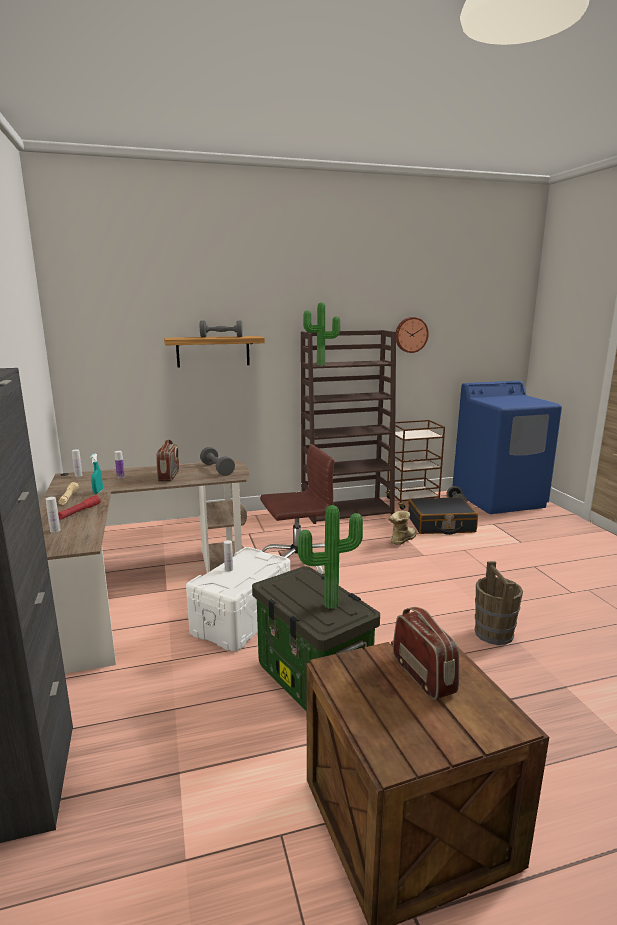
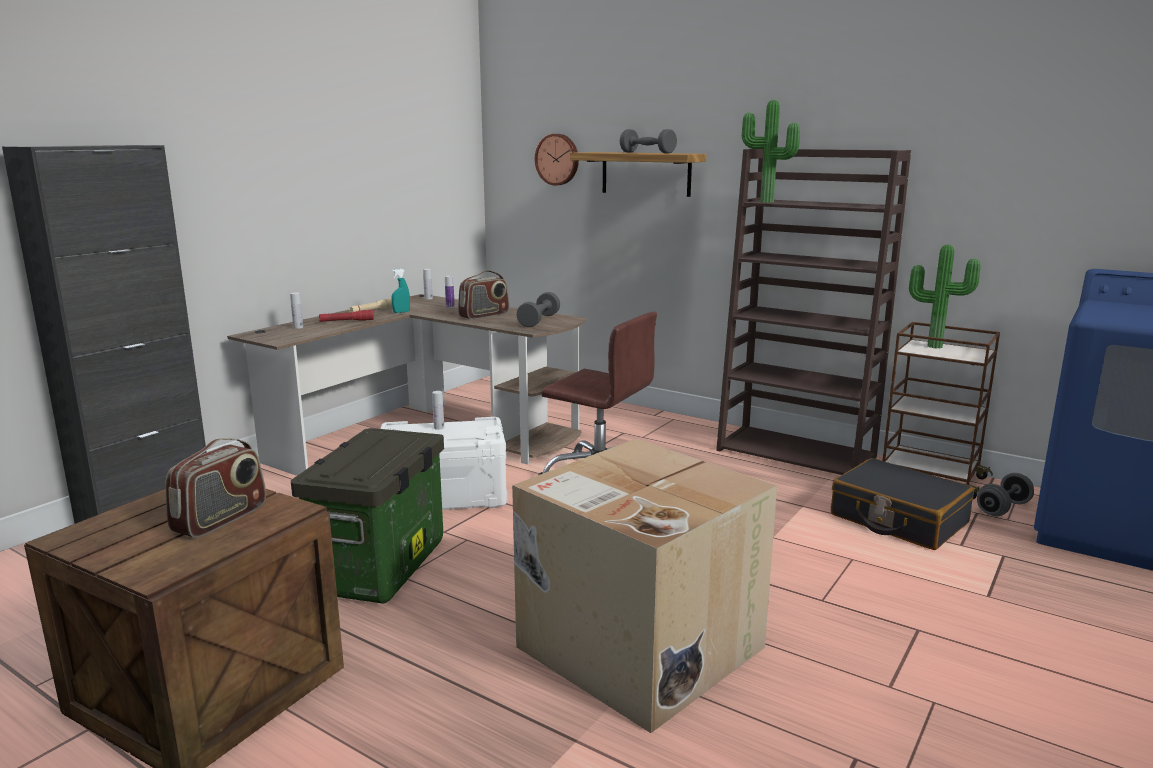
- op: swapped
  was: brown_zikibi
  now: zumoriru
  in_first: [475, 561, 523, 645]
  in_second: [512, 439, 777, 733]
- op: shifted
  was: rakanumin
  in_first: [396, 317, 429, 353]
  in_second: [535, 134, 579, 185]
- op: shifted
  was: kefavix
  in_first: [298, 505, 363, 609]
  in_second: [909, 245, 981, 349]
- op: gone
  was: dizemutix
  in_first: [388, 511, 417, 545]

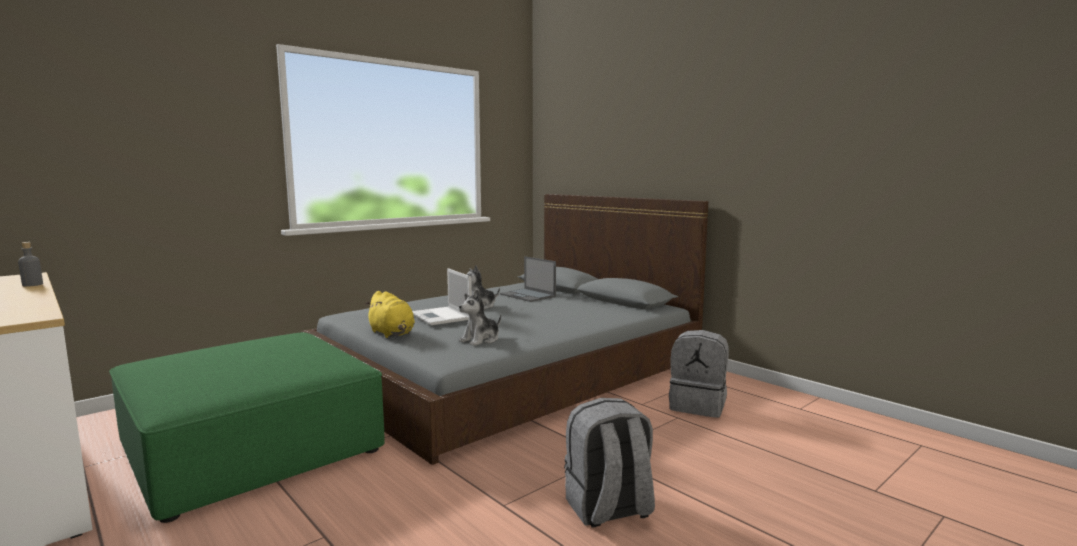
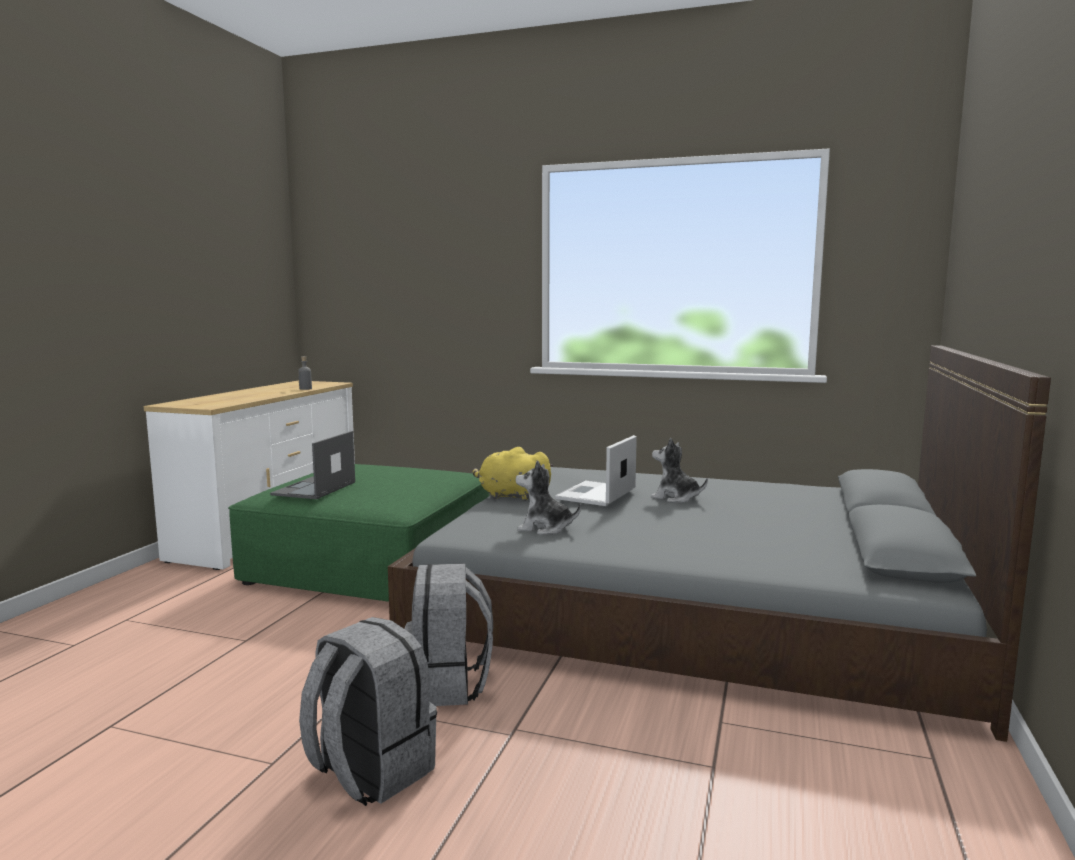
- op: shifted
  was: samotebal
  in_first: [500, 256, 556, 302]
  in_second: [270, 431, 355, 499]
- op: shifted
  was: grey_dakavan
  in_first: [669, 330, 729, 418]
  in_second: [405, 563, 493, 706]
- op: rotated
  was: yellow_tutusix
  in_first: [366, 291, 415, 338]
  in_second: [472, 447, 553, 501]
  clockwise: 90

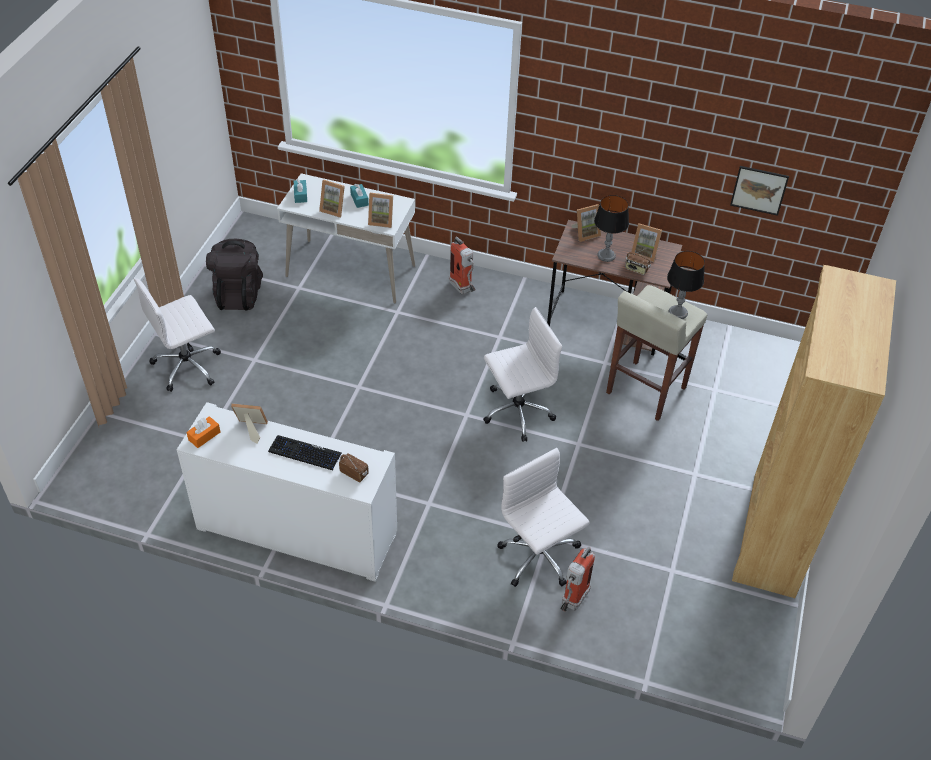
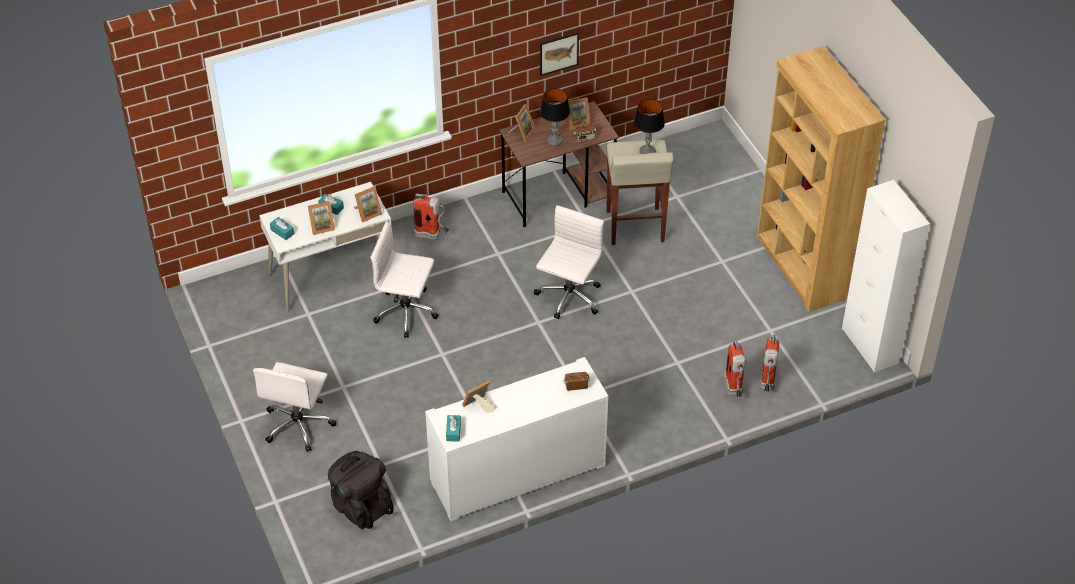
- op: shifted
  was: black_dakavan
  in_first: [206, 239, 263, 310]
  in_second: [328, 451, 394, 529]
- op: shifted
  was: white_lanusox
  in_first: [498, 448, 590, 587]
  in_second: [370, 221, 438, 338]
- op: repainted
  was: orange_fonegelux
  now: turquoise_fonegelux
  in_first: [186, 416, 220, 448]
  in_second: [446, 415, 461, 441]
- op: shifted
  was: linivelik
  in_first: [730, 166, 789, 216]
  in_second: [540, 32, 579, 76]
- op: new
  now: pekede
  in_second: [760, 335, 779, 391]
- op: new
  now: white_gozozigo
  in_second: [842, 180, 930, 372]
- op: gone
  was: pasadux
  in_first: [268, 435, 342, 470]

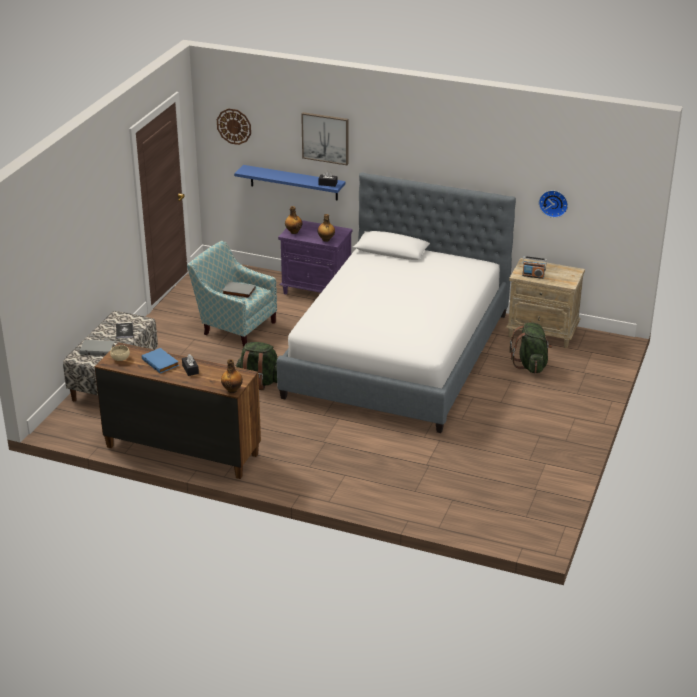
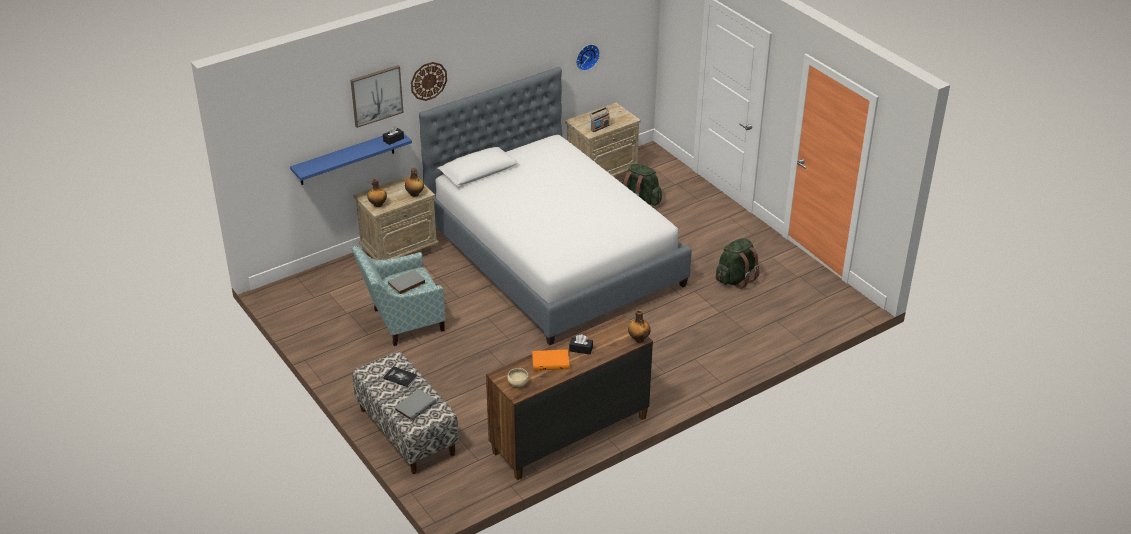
- op: repainted
  was: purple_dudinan
  now: beige_dudinan
  in_first: [278, 220, 352, 294]
  in_second: [353, 175, 439, 260]
- op: shifted
  was: rakanumin
  in_first: [217, 108, 251, 145]
  in_second: [411, 62, 447, 101]
- op: repainted
  was: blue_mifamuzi
  now: orange_mifamuzi
  in_first: [142, 348, 179, 374]
  in_second: [532, 349, 569, 371]
- op: shifted
  was: green_dakavan
  in_first: [235, 342, 277, 390]
  in_second: [716, 238, 760, 289]

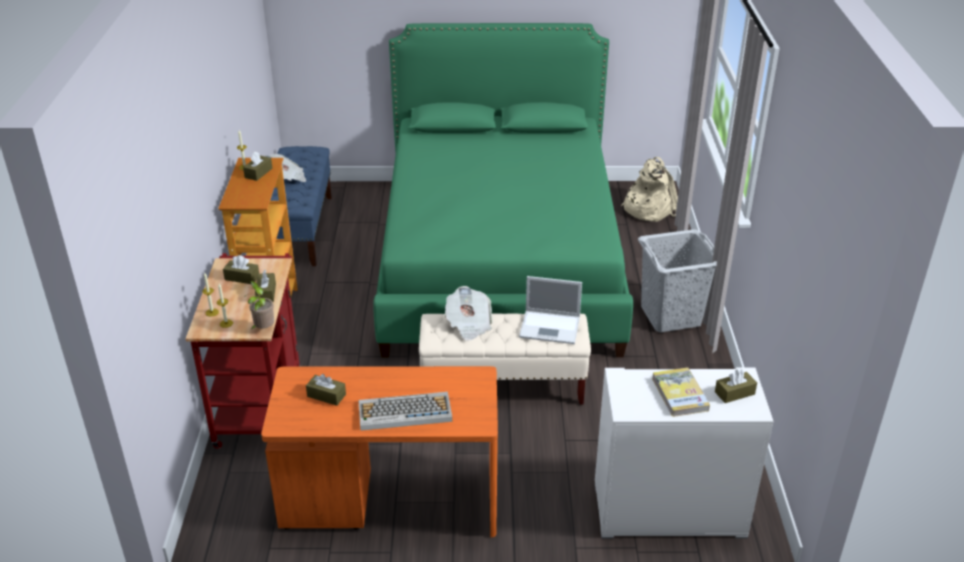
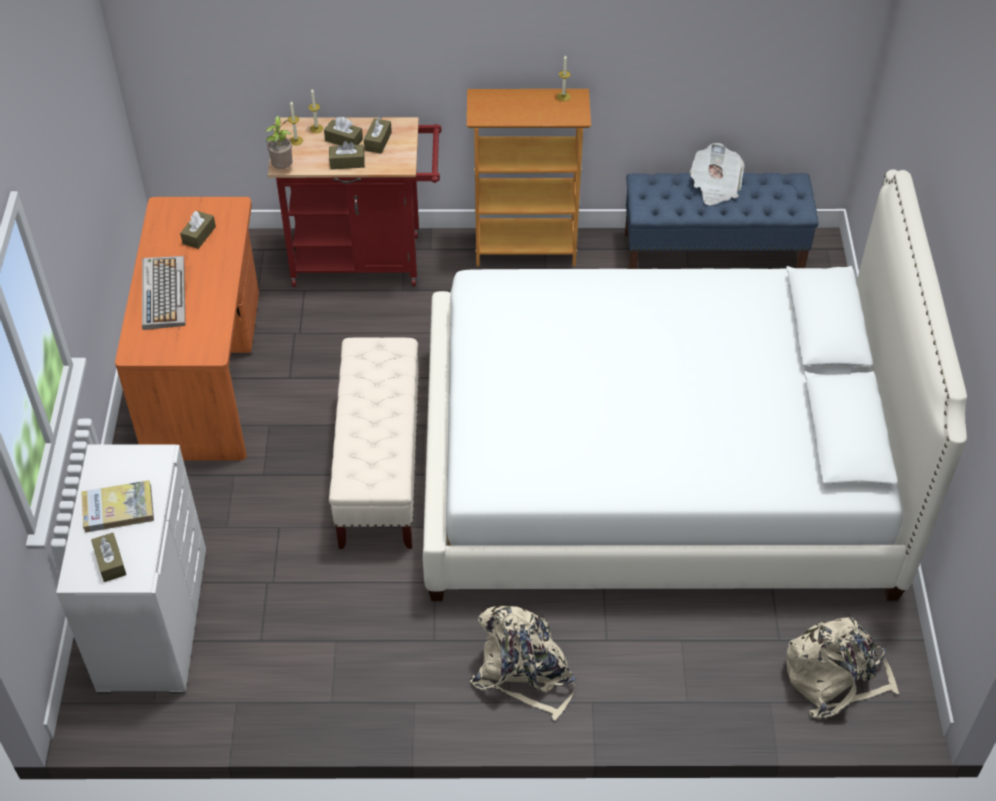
- op: shifted
  was: brown_fonegelux
  in_first: [243, 152, 272, 181]
  in_second: [324, 117, 363, 146]
- op: repainted
  was: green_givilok
  now: white_givilok
  in_first: [373, 23, 633, 358]
  in_second: [423, 169, 967, 601]
- op: swapped
  was: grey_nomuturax
  now: beige_dakavan
  in_first: [638, 229, 717, 333]
  in_second: [470, 605, 576, 721]
- op: gone
  was: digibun
  in_first: [444, 286, 492, 341]
- op: gone
  was: samotebal
  in_first: [519, 276, 582, 344]

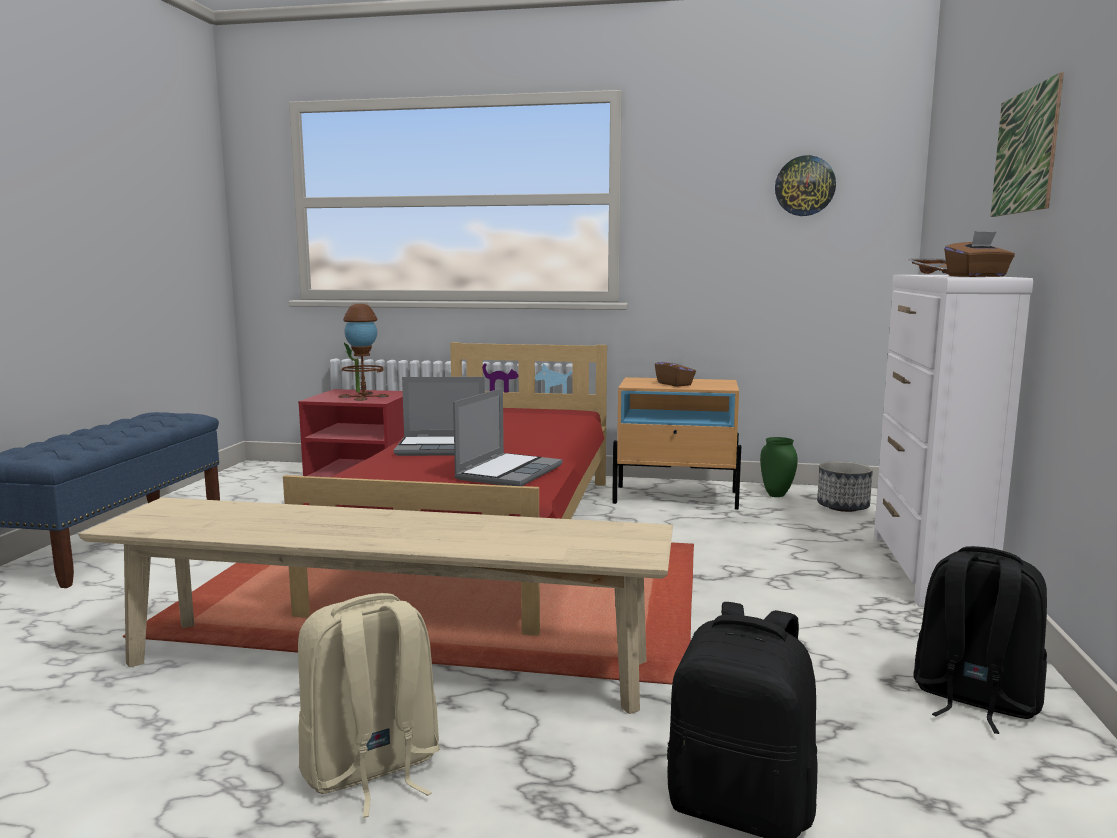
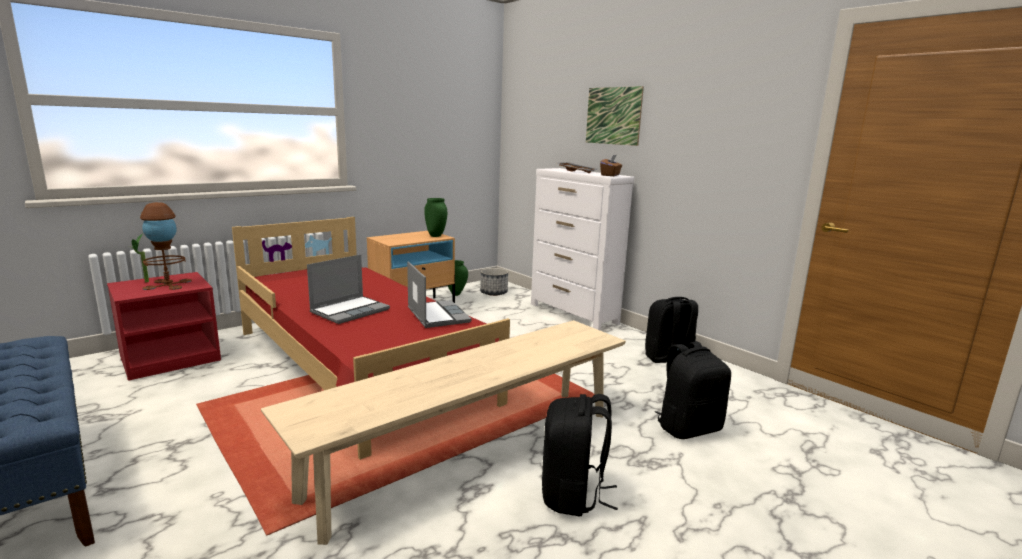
- op: new
  now: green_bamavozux
  in_second: [424, 198, 447, 237]
- op: repainted
  was: beige_dakavan
  now: black_dakavan
  in_first: [298, 593, 440, 818]
  in_second: [542, 394, 618, 516]
- op: gone
  was: brown_fonegelux
  in_first: [655, 354, 696, 387]
- op: gone
  was: rakanumin
  in_first: [775, 155, 836, 216]

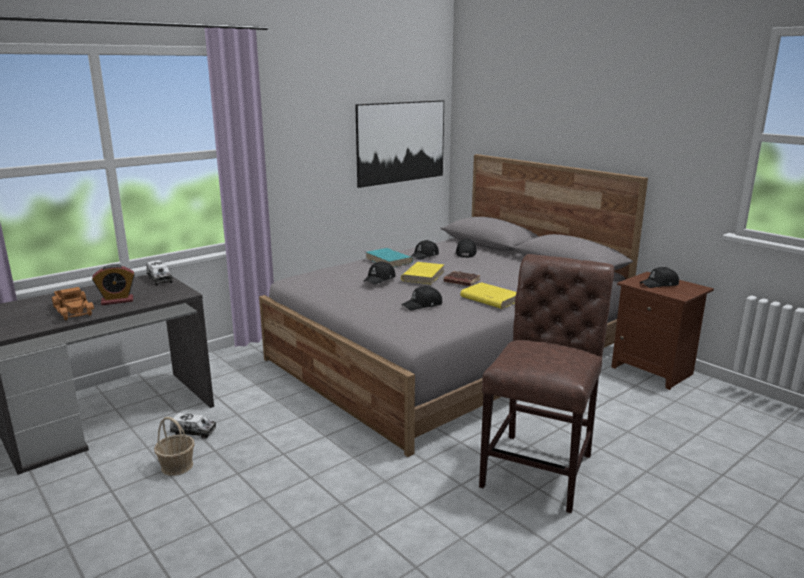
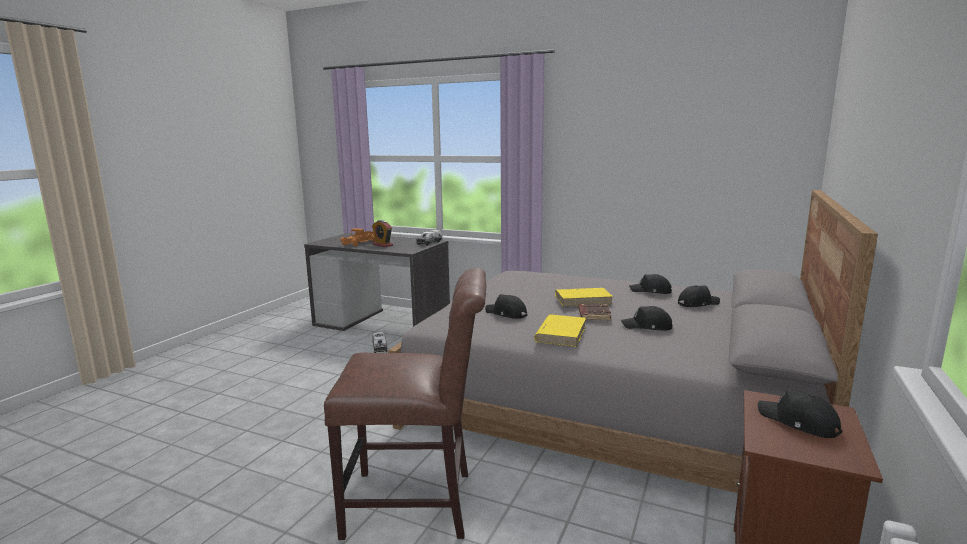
- op: shifted
  was: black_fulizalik
  in_first: [363, 261, 395, 285]
  in_second: [621, 306, 672, 331]
- op: gone
  was: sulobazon
  in_first: [154, 417, 195, 476]
- op: gone
  was: linivelik
  in_first: [355, 100, 444, 188]
- op: gone
  was: turquoise_mifamuzi
  in_first: [366, 248, 413, 267]

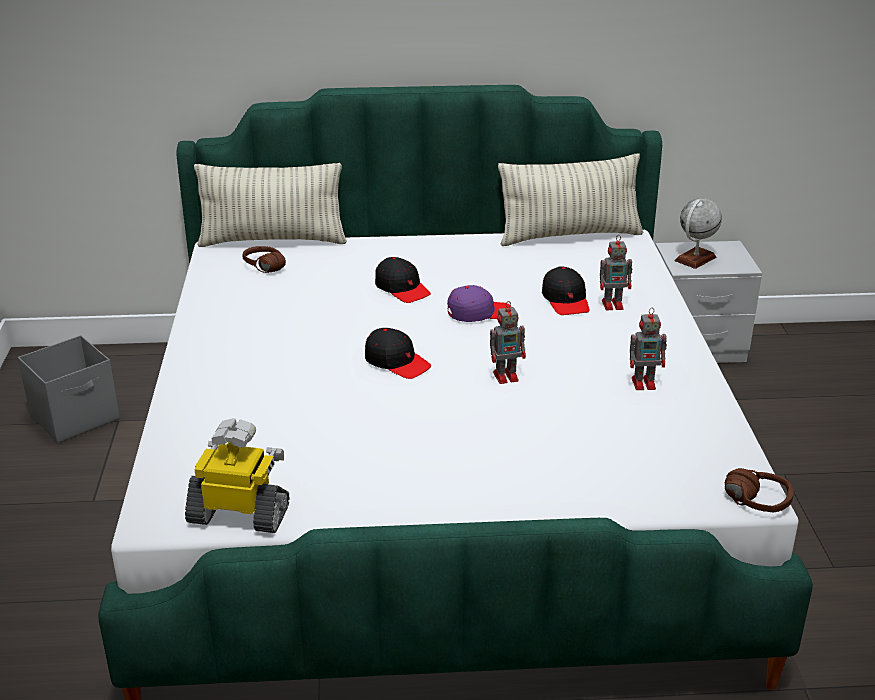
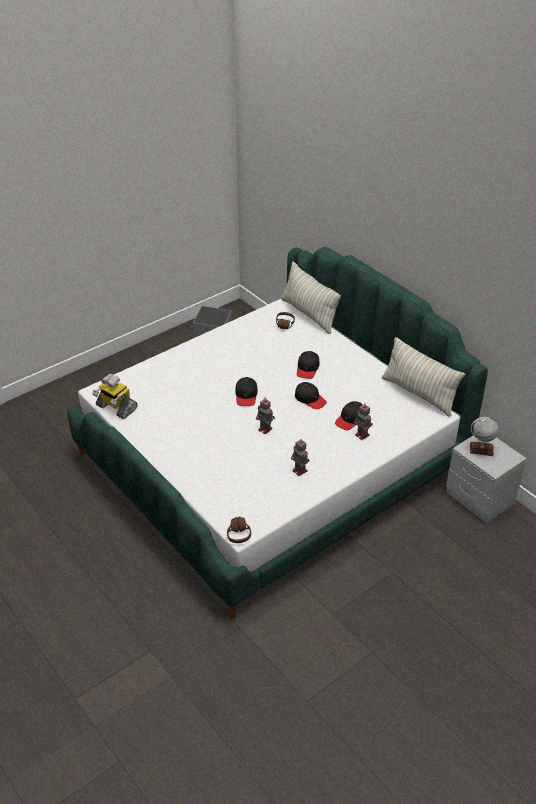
- op: rotated
  was: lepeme
  in_first: [185, 418, 290, 533]
  in_second: [92, 374, 138, 419]
  clockwise: 150
- op: repainted
  was: purple_fulizalik
  now: black_fulizalik
  in_first: [447, 285, 511, 322]
  in_second: [295, 382, 327, 410]

